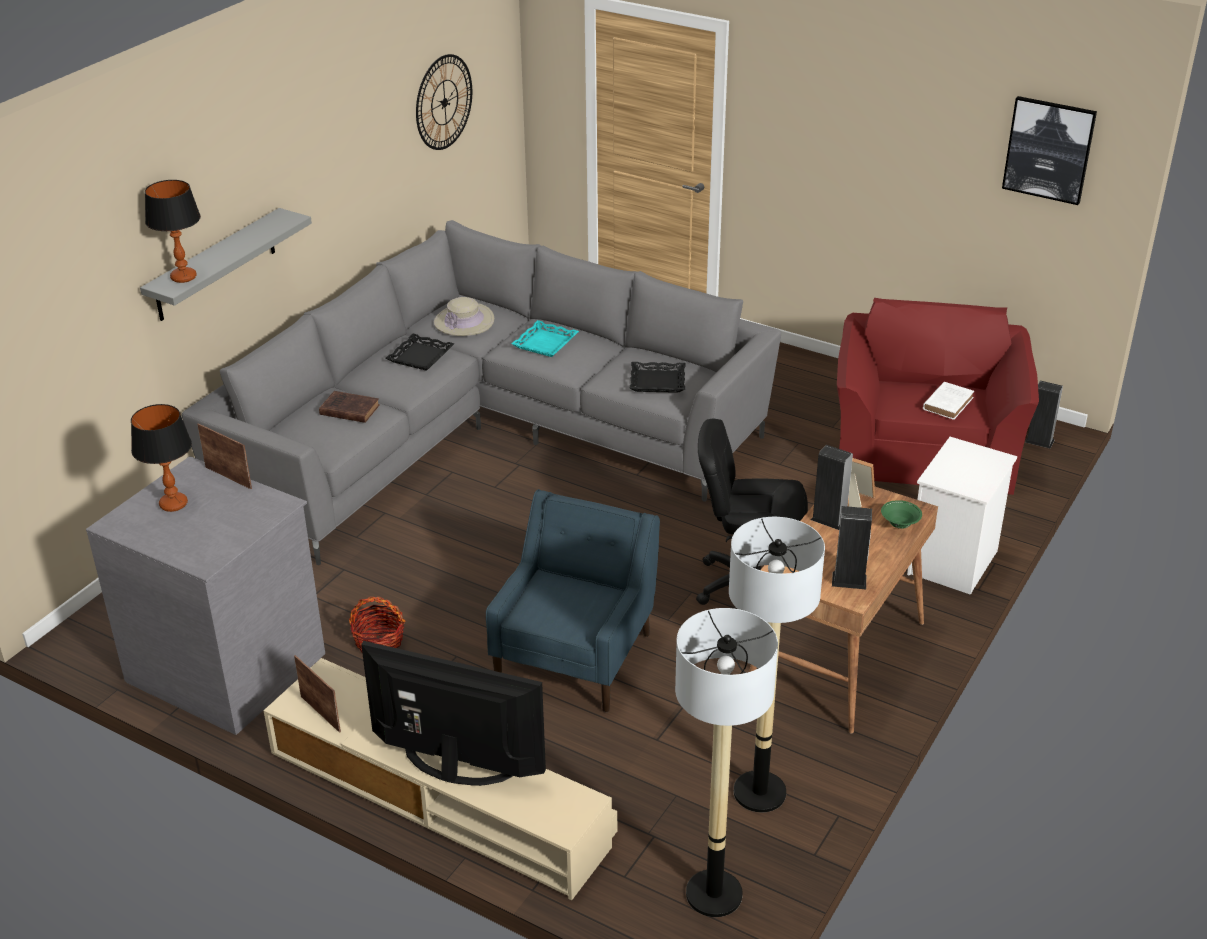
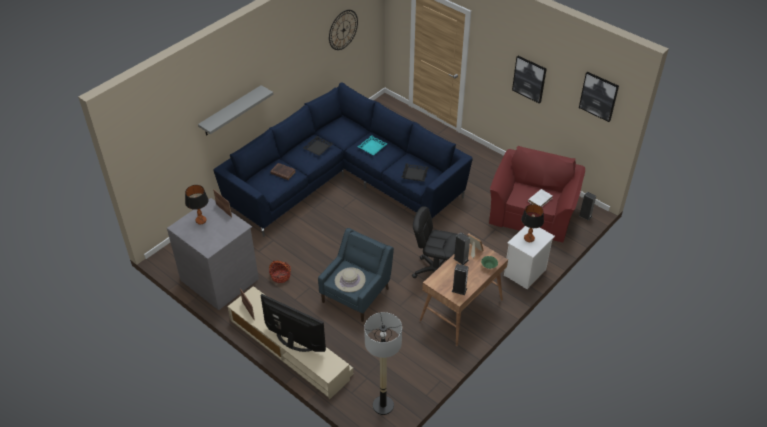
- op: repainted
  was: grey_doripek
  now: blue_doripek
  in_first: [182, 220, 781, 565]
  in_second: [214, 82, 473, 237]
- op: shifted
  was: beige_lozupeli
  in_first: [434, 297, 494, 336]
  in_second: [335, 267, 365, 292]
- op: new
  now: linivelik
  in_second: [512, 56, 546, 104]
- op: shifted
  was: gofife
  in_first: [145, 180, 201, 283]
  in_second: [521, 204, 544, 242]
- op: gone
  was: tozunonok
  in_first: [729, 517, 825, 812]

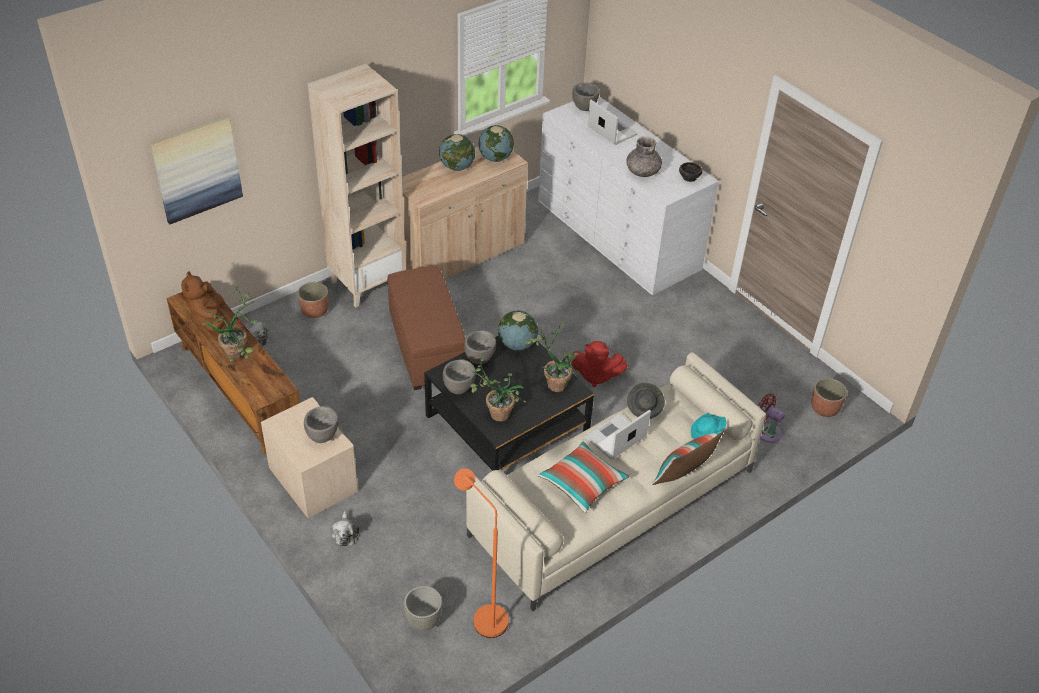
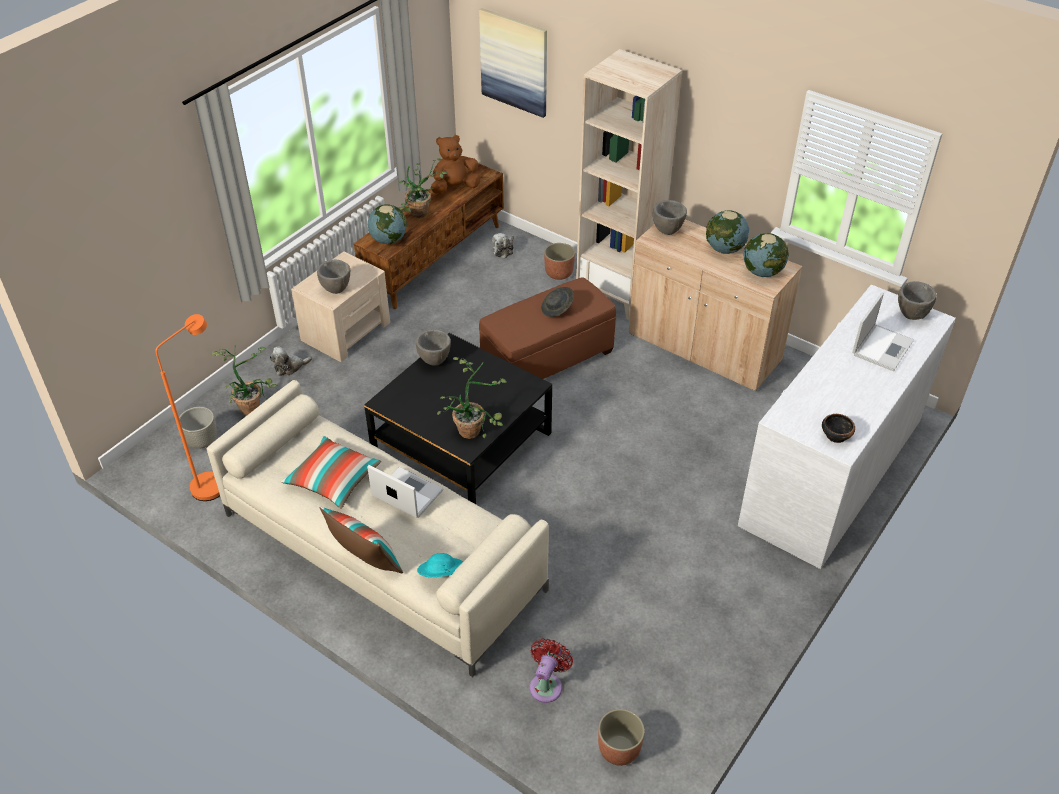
- op: shifted
  was: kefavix
  in_first: [470, 355, 526, 422]
  in_second: [212, 345, 278, 415]
- op: shifted
  was: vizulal
  in_first: [498, 311, 538, 350]
  in_second: [368, 204, 407, 244]
- op: shifted
  was: grey_lozupeli
  in_first: [627, 383, 665, 419]
  in_second: [541, 287, 574, 317]
- op: shifted
  was: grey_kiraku
  in_first: [464, 330, 496, 364]
  in_second: [653, 200, 687, 235]
- op: gone
  was: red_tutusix
  in_first: [571, 341, 628, 387]
- op: gone
  was: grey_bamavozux
  in_first: [626, 136, 662, 177]

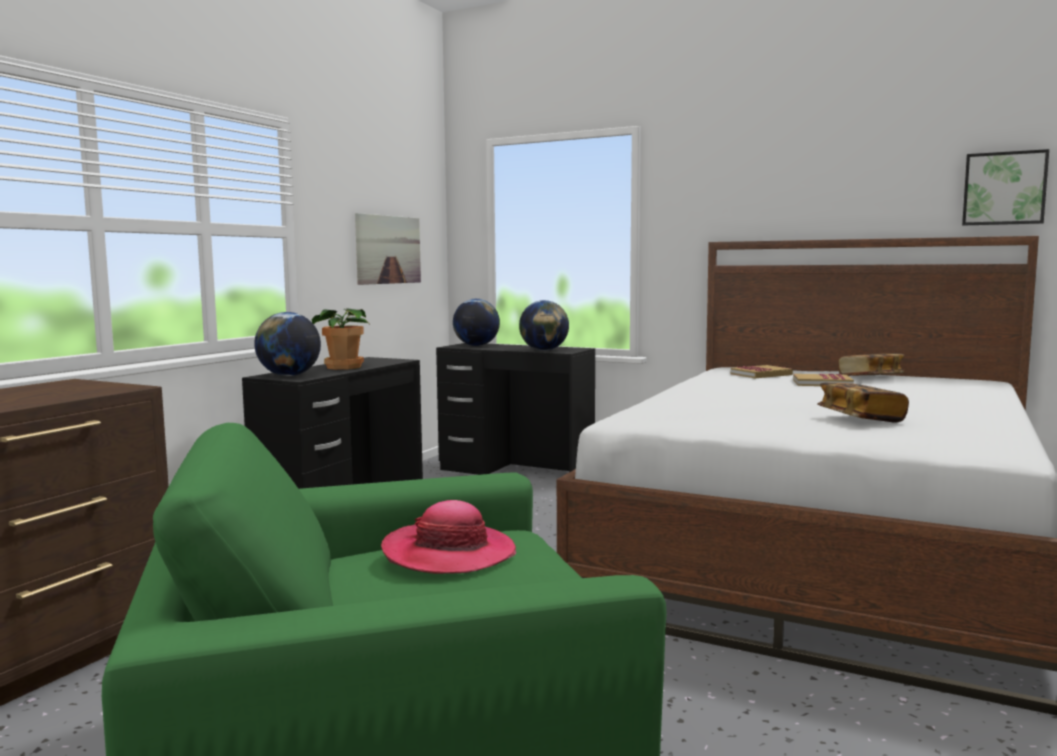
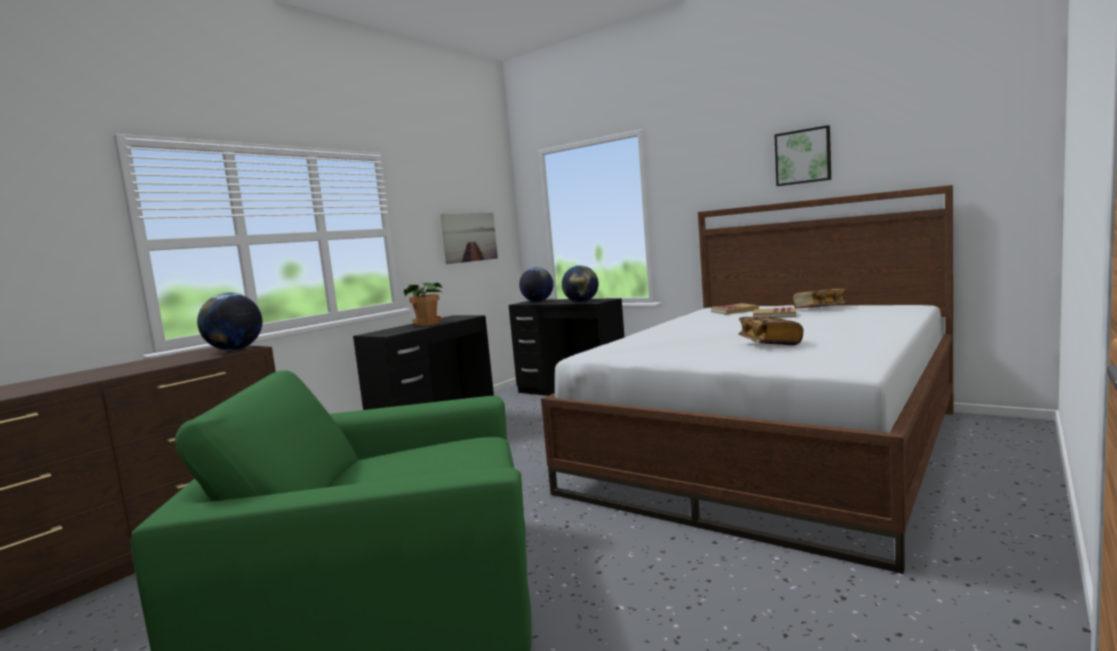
- op: shifted
  was: vizulal
  in_first: [254, 312, 321, 376]
  in_second: [197, 293, 262, 351]
- op: shifted
  was: linivelik
  in_first: [962, 149, 1049, 226]
  in_second: [774, 125, 831, 186]
- op: gone
  was: lozupeli
  in_first: [381, 500, 516, 574]

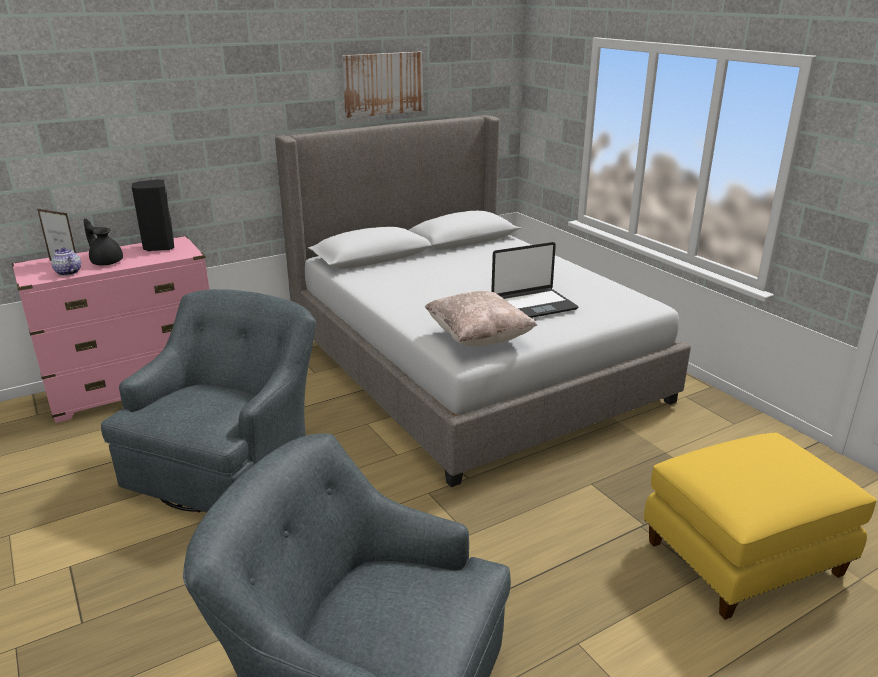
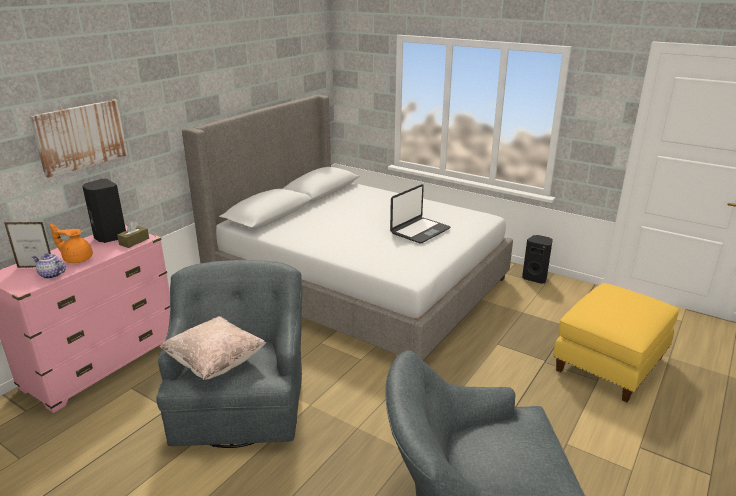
- op: shifted
  was: linivelik
  in_first: [342, 52, 423, 118]
  in_second: [30, 100, 128, 178]
- op: repainted
  was: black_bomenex
  now: orange_bomenex
  in_first: [83, 218, 123, 265]
  in_second: [50, 224, 93, 263]
- op: new
  now: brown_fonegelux
  in_second: [117, 221, 149, 248]
- op: shifted
  was: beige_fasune
  in_first: [425, 291, 537, 346]
  in_second: [160, 316, 266, 380]
- op: new
  now: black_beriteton
  in_second: [522, 235, 553, 284]

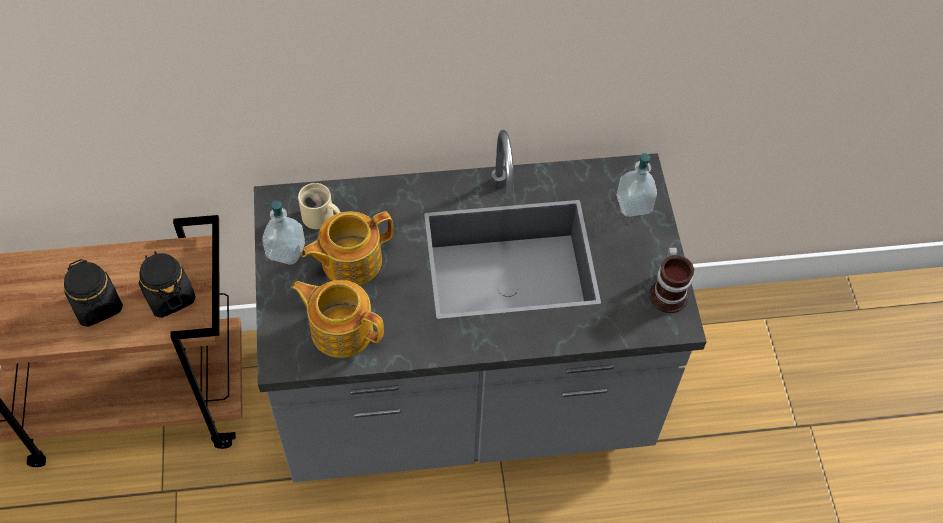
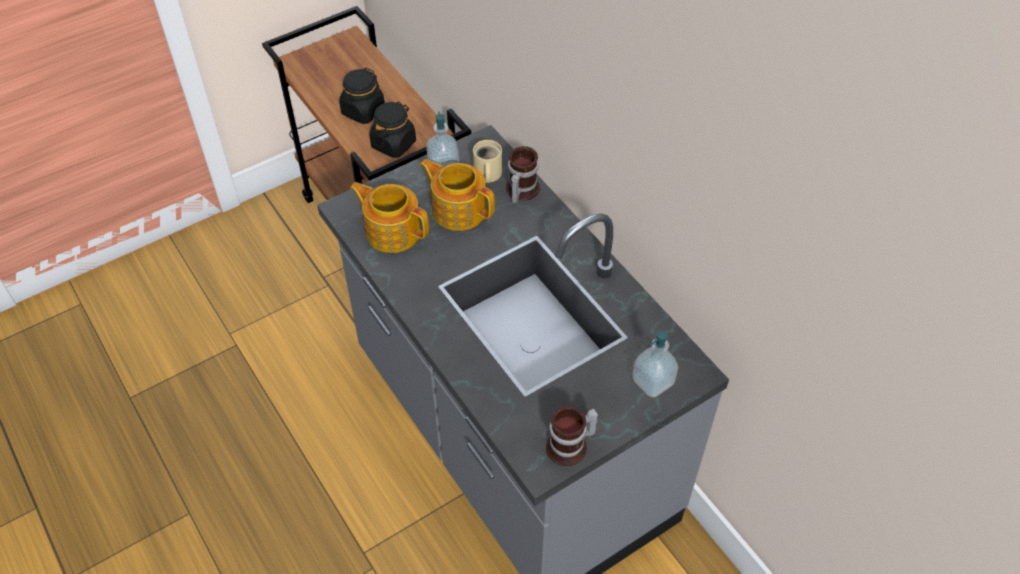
- op: rotated
  was: bomenex
  in_first: [291, 280, 384, 358]
  in_second: [350, 182, 429, 253]
  clockwise: -60
- op: new
  now: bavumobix
  in_second: [506, 146, 540, 203]

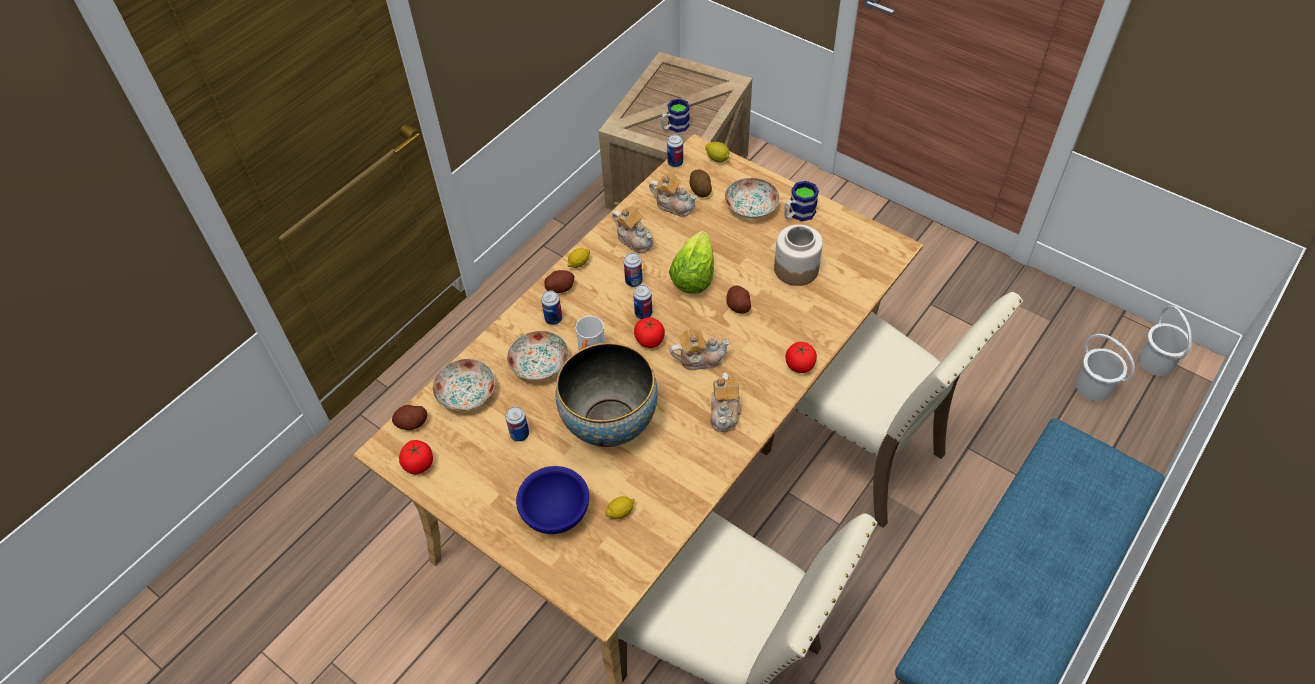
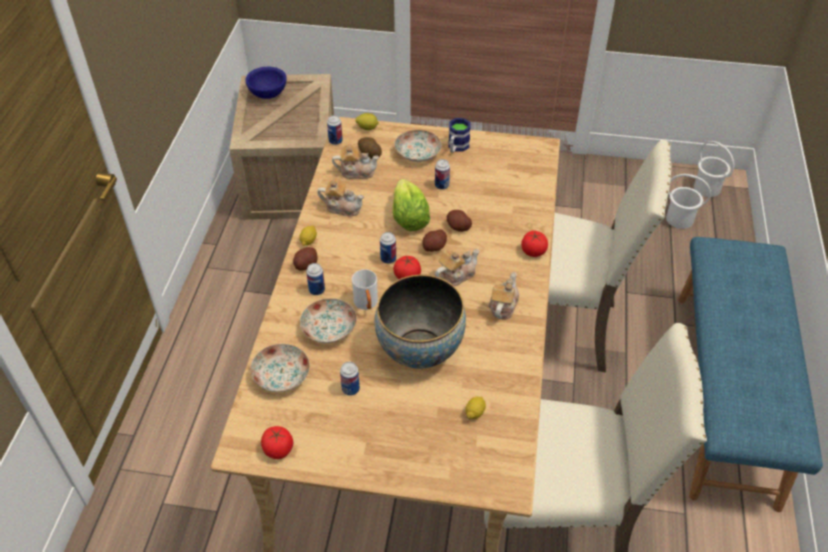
- op: shifted
  was: blue_kiraku
  in_first: [516, 466, 589, 534]
  in_second: [245, 67, 287, 99]
- op: shifted
  was: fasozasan
  in_first: [392, 405, 427, 430]
  in_second: [422, 229, 447, 252]
- op: shifted
  was: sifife
  in_first: [624, 253, 643, 287]
  in_second: [435, 159, 450, 190]
- op: rotated
  was: bomenex
  in_first: [710, 373, 742, 432]
  in_second: [488, 272, 519, 320]
  clockwise: -135
- op: gone
  was: bavumobix
  in_first: [661, 99, 690, 133]
- op: gone
  was: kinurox
  in_first: [774, 224, 823, 286]

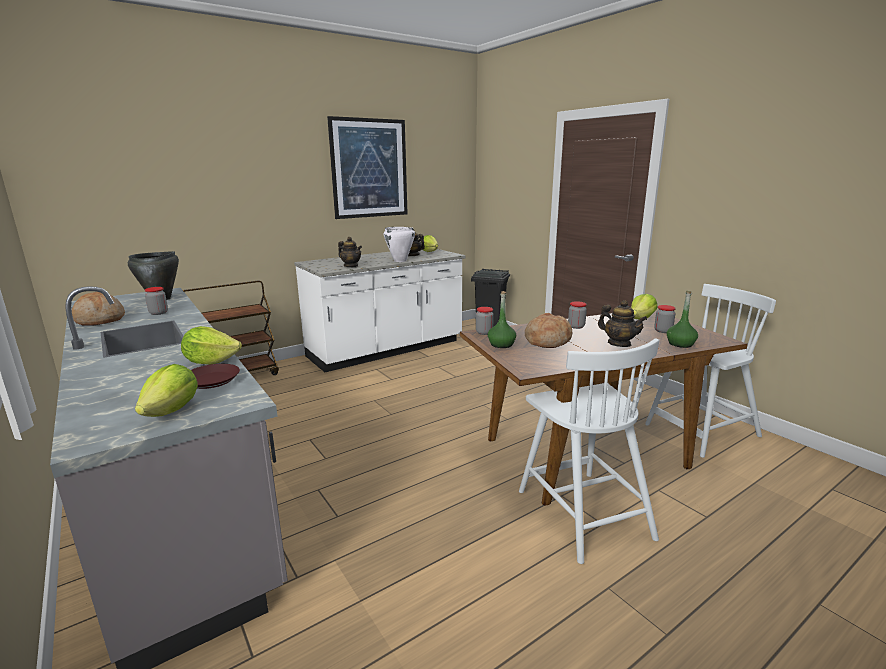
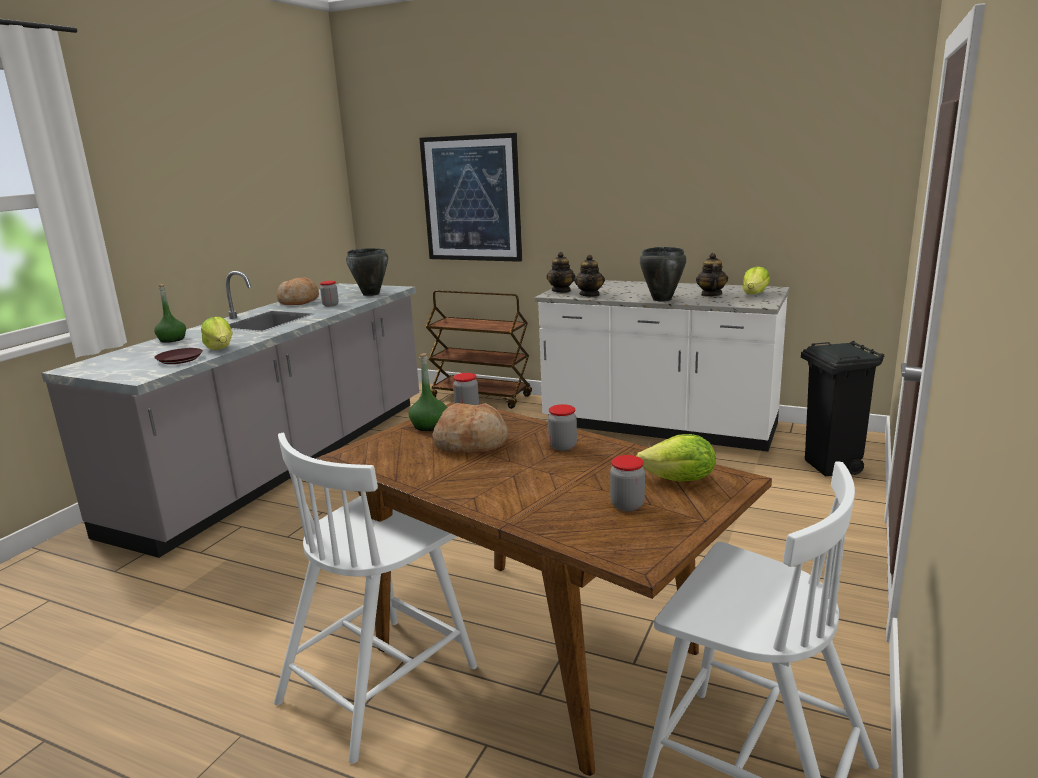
- op: shifted
  was: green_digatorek
  in_first: [667, 291, 698, 348]
  in_second: [154, 284, 186, 343]
- op: shifted
  was: linivelik
  in_first: [327, 116, 408, 219]
  in_second: [419, 133, 522, 262]
- op: shifted
  was: bomenex
  in_first: [598, 300, 647, 347]
  in_second: [547, 252, 576, 293]
- op: repainted
  was: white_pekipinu
  now: black_pekipinu
  in_first: [384, 227, 415, 262]
  in_second: [639, 247, 687, 302]
- op: gone
  was: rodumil
  in_first: [135, 364, 198, 417]

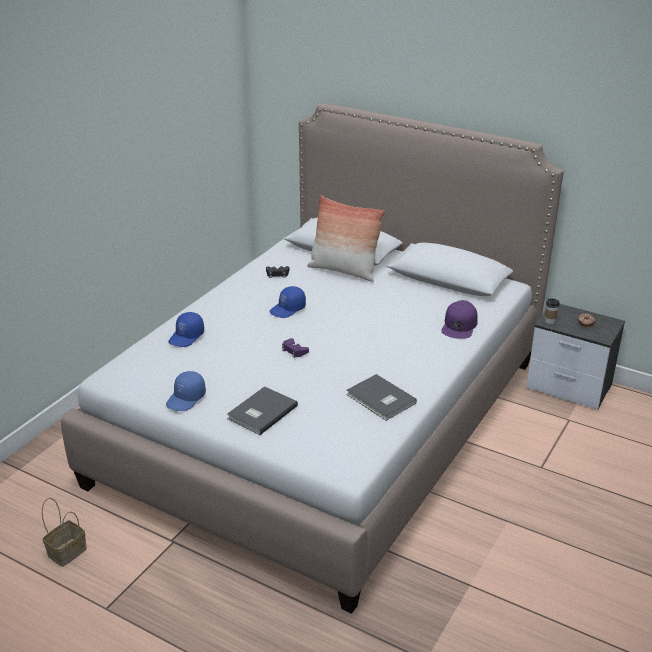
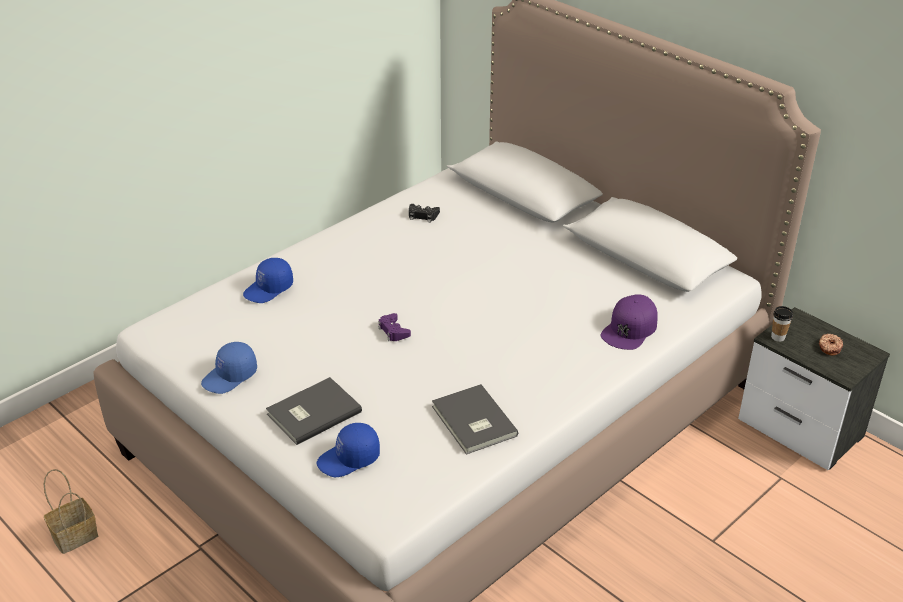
- op: shifted
  was: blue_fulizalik
  in_first: [270, 286, 306, 318]
  in_second: [317, 423, 380, 477]
- op: gone
  was: fasune
  in_first: [307, 195, 386, 282]

